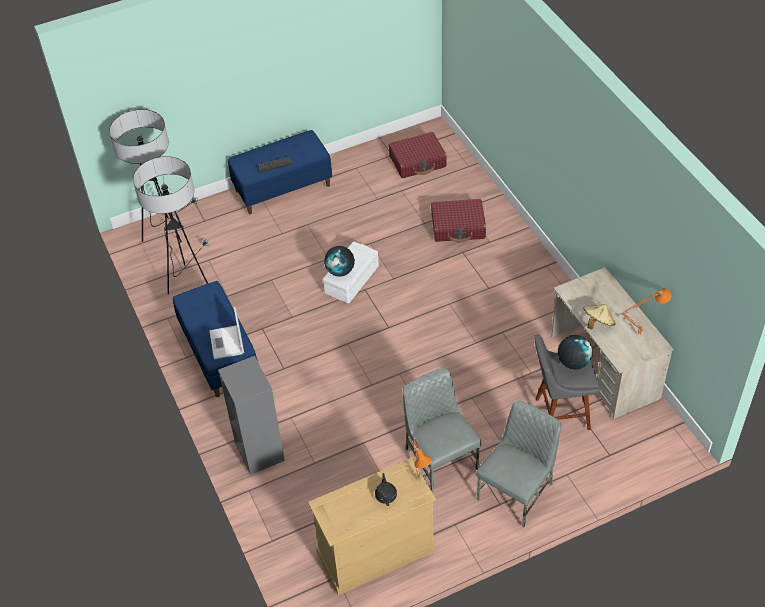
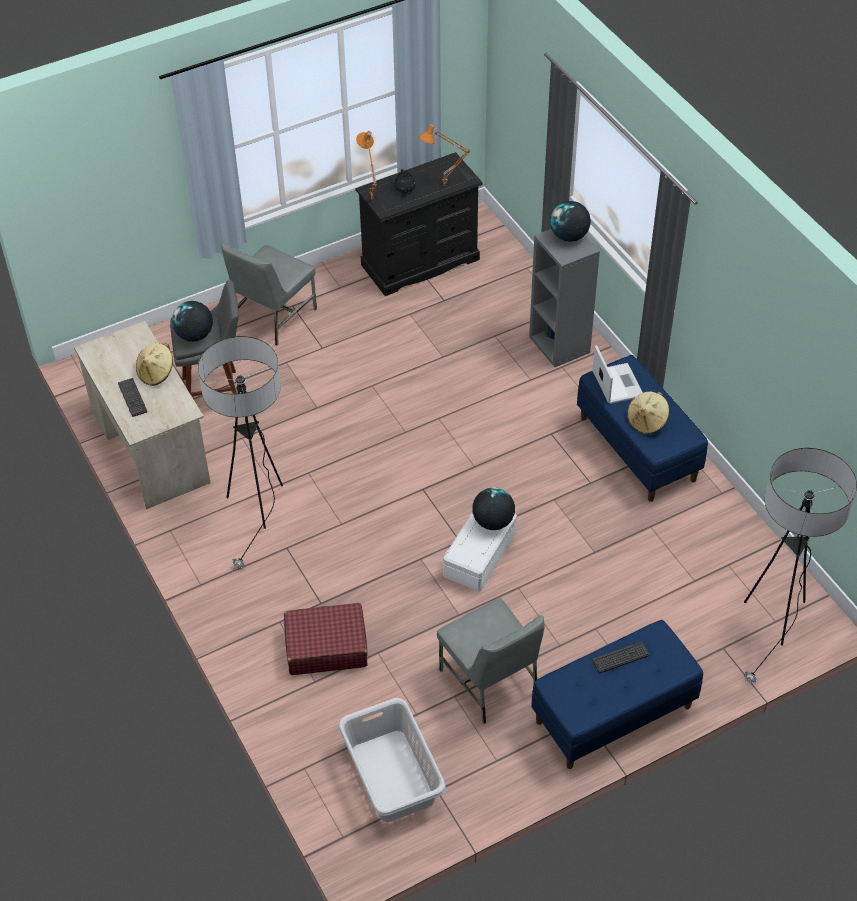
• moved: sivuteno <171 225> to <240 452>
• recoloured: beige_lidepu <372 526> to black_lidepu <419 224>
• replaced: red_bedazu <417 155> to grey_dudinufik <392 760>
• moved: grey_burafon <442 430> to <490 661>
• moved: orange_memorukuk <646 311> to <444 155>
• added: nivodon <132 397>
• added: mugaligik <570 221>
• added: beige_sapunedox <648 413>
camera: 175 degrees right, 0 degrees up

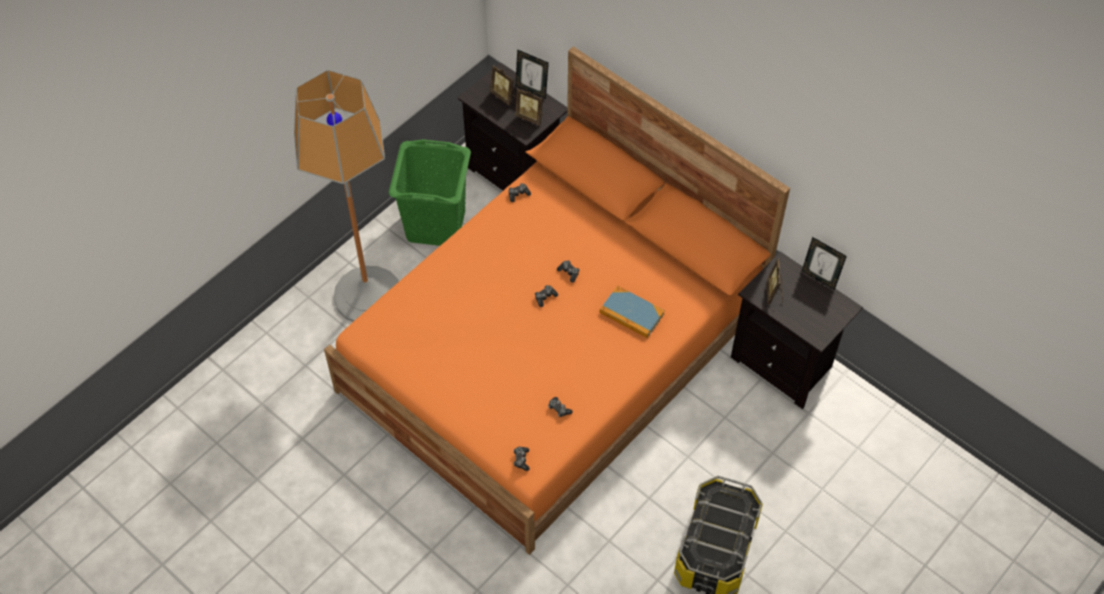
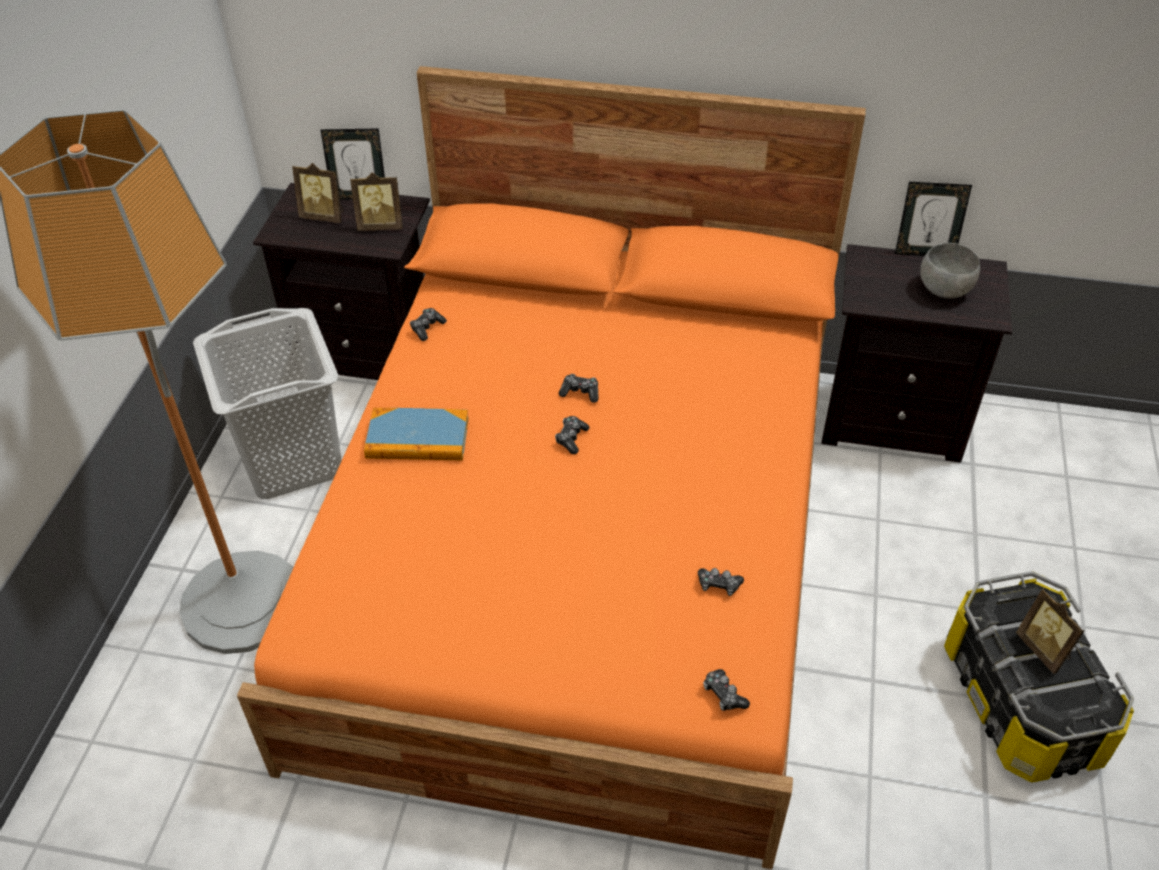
• recoloured: green_dudinufik <430 192> to grey_dudinufik <267 403>
• moved: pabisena <632 312> to <416 434>
• moved: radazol <775 281> to <1050 631>
• added: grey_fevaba <950 270>
camera: 30 degrees left, 10 degrees down

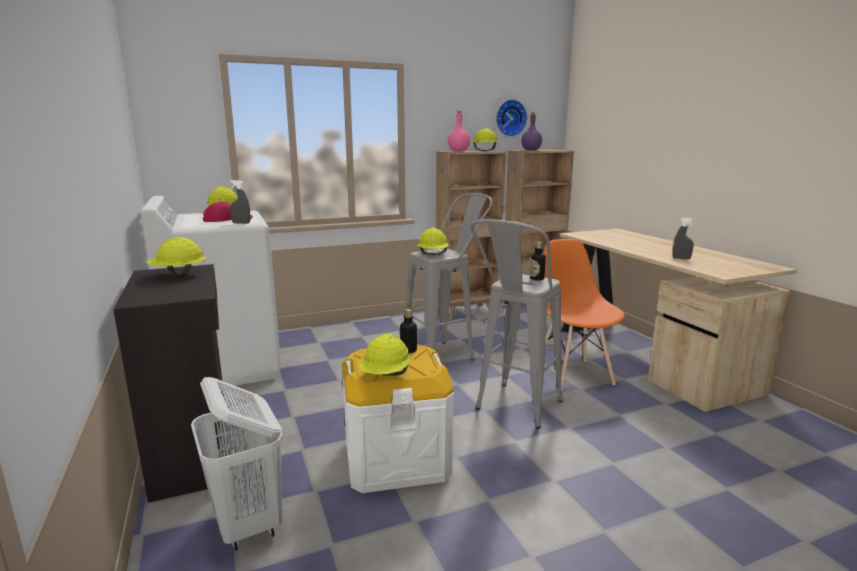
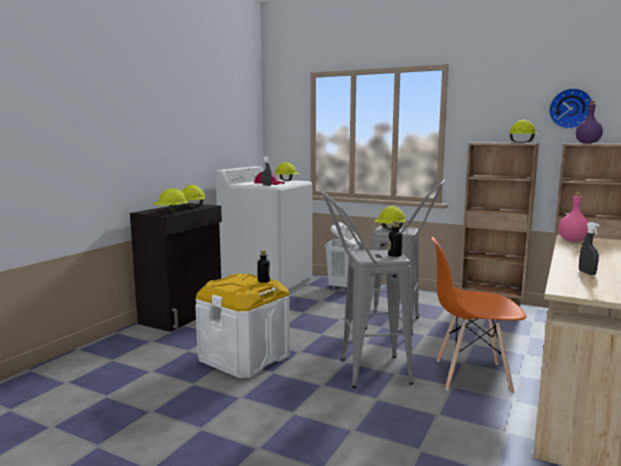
• moved: white_dudinufik <237 463> to <343 256>
• moved: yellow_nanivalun <385 355> to <170 200>
• moved: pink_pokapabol <459 131> to <574 217>
• turned: orange_burafon <584 314> = <478 315> 120 degrees counterclockwise
camera: 50 degrees right, 5 degrees down

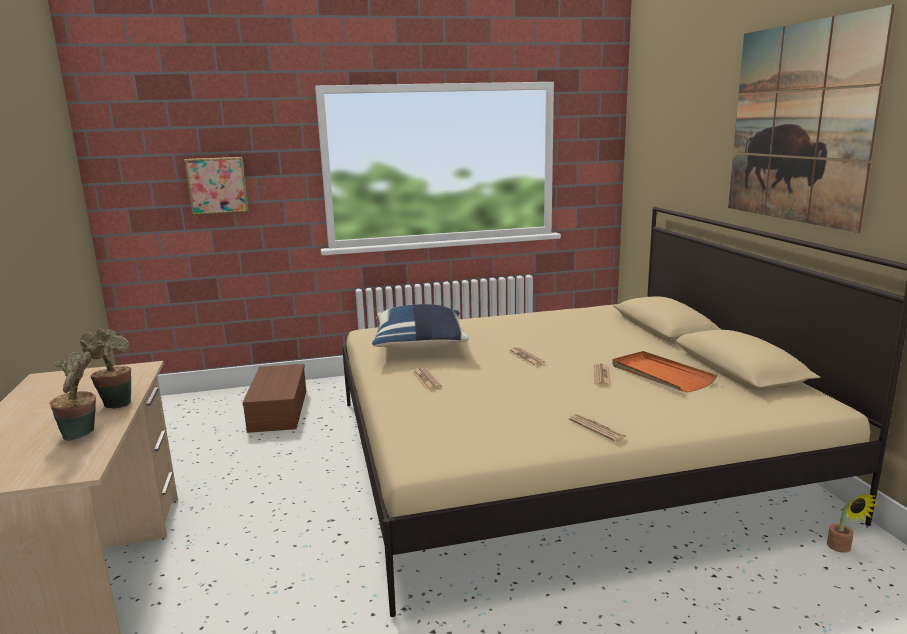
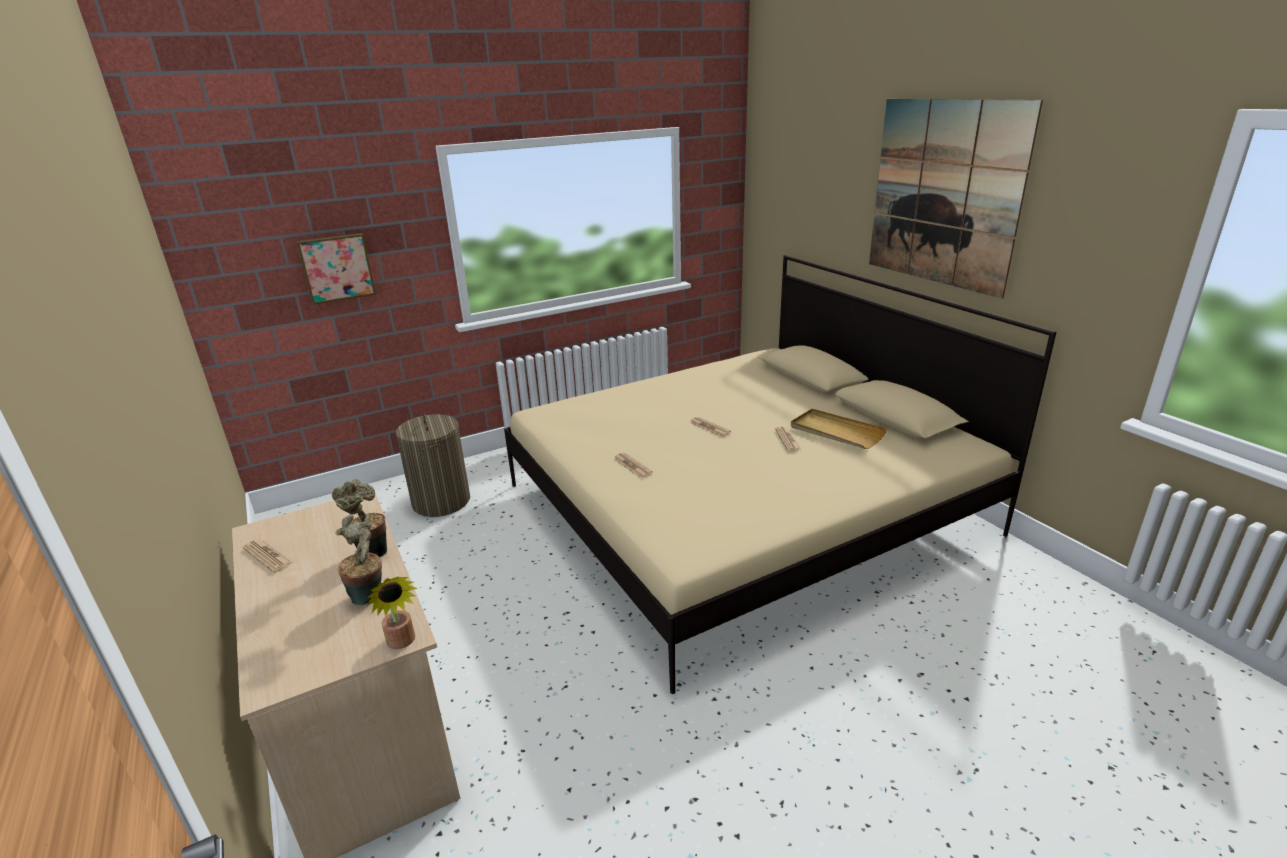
• replaced: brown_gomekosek <274 398> to dudinufik <433 465>
• removed: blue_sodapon <420 327>
• moved: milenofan <597 428> to <267 556>
• recoloured: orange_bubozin <664 372> to beige_bubozin <839 429>
• moved: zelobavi <853 523> to <392 612>
camera: 15 degrees left, 10 degrees up

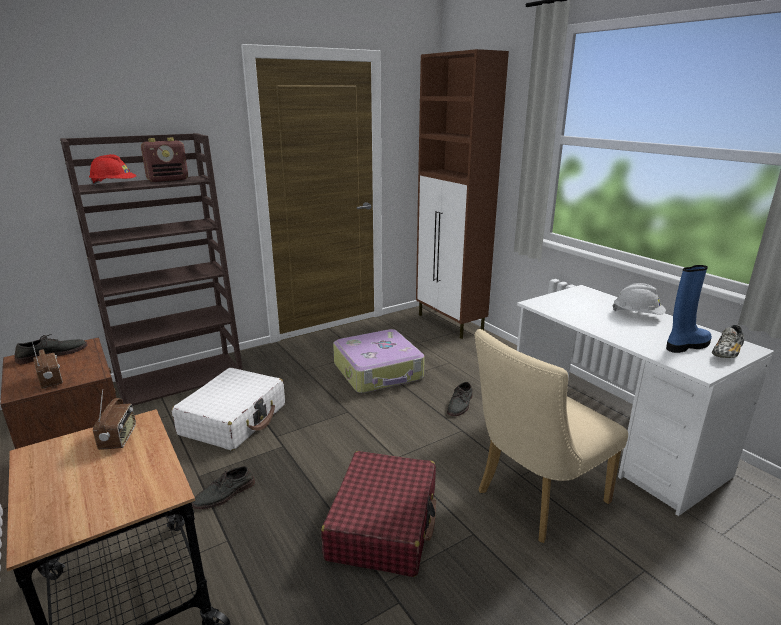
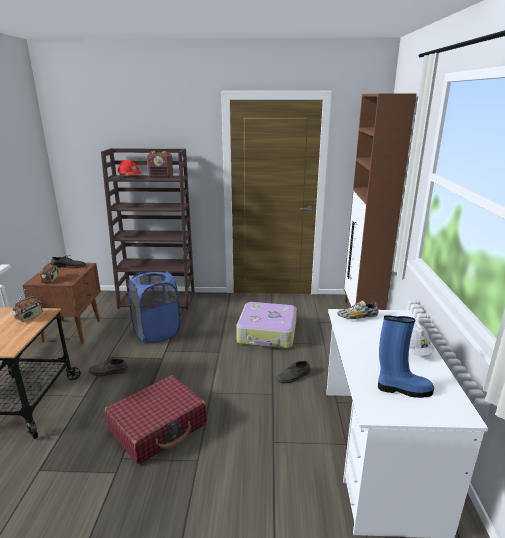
• replaced: white_bedazu <228 409> to blue_dudinufik <154 306>
• removed: beige_burafon <551 436>
• moved: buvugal <728 341> to <358 309>
camera: 35 degrees right, 0 degrees up

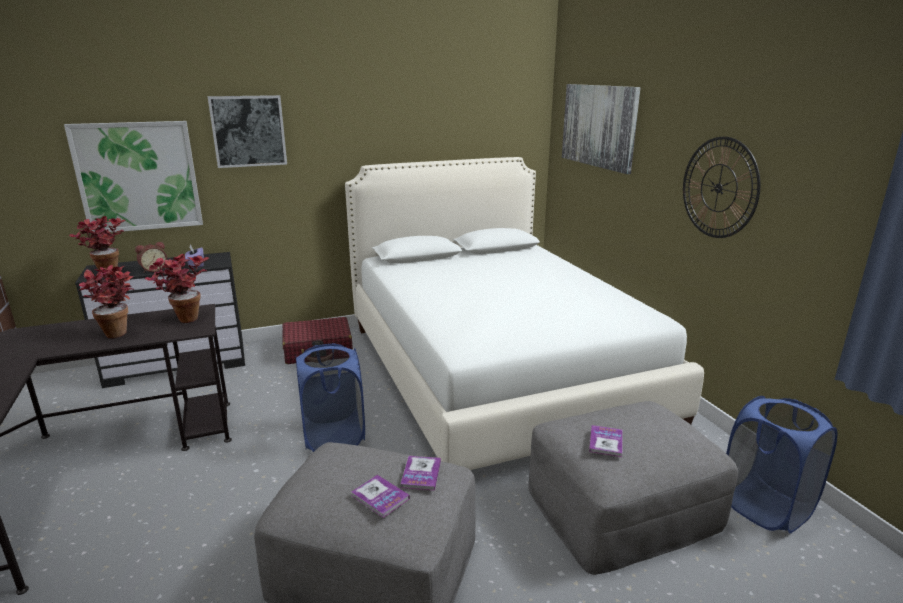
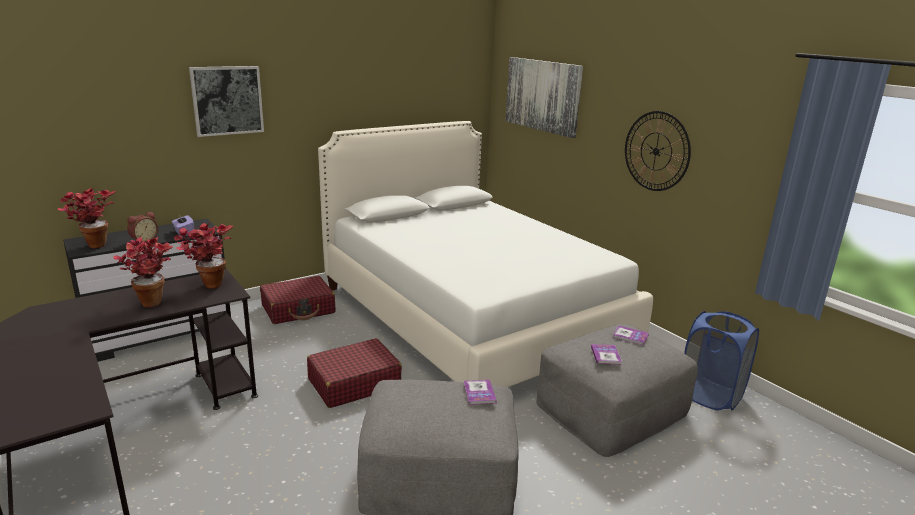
• removed: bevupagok <133 177>
• replaced: blue_dudinufik <330 397> to red_bedazu <354 373>
• moved: pabisena <380 496> to <631 335>
camera: 15 degrees left, 0 degrees up

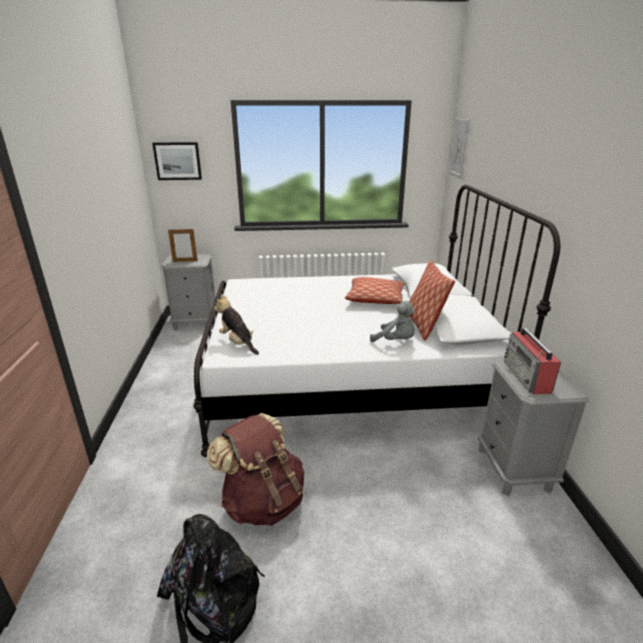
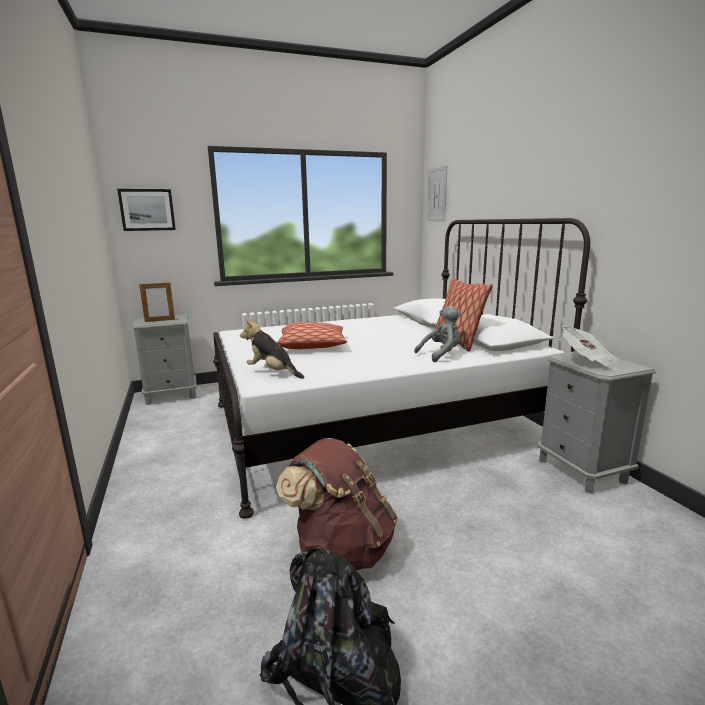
• moved: sodapon <374 290> to <312 335>
• turned: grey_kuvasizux <392 321> = <437 334> 45 degrees counterclockwise
• replaced: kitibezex <532 361> to milenofan <590 348>
camera: 15 degrees left, 10 degrees down

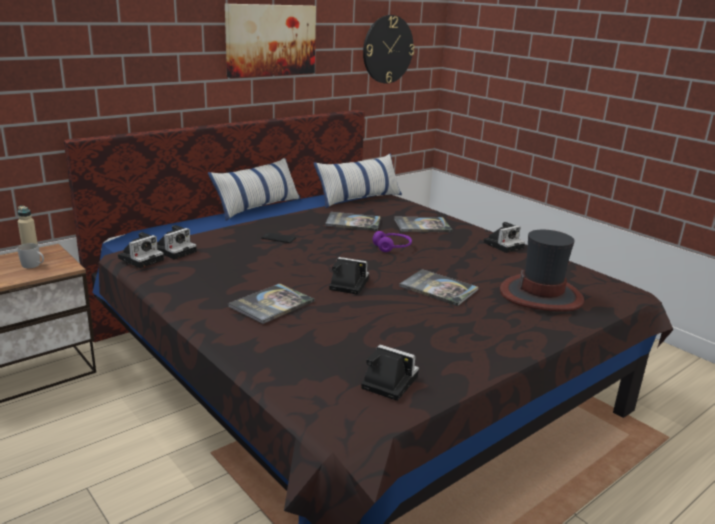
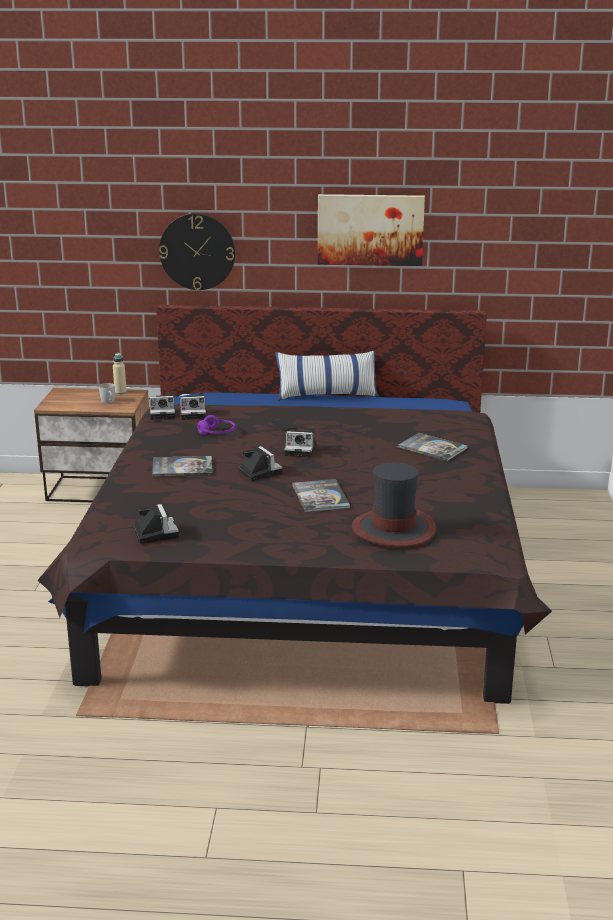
• removed: sodapon <358 181>
• removed: pabisena <353 221>
• moved: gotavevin <389 49> to <197 252>
• moved: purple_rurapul <392 241> to <216 425>
• moved: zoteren <504 237> to <300 442>
camera: 45 degrees right, 0 degrees up

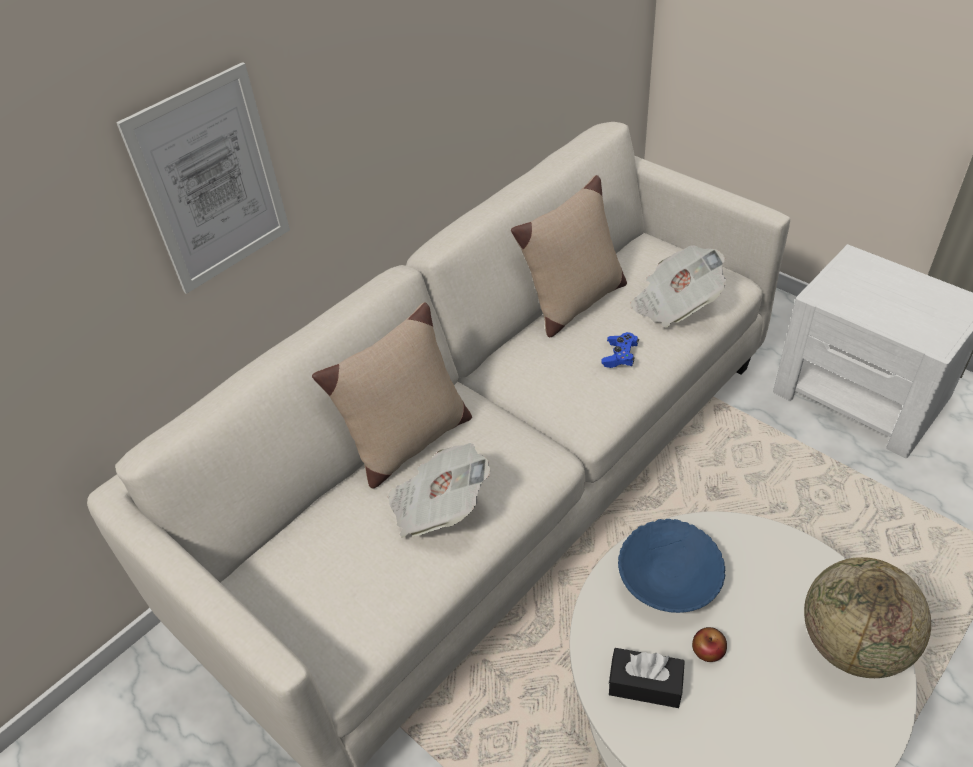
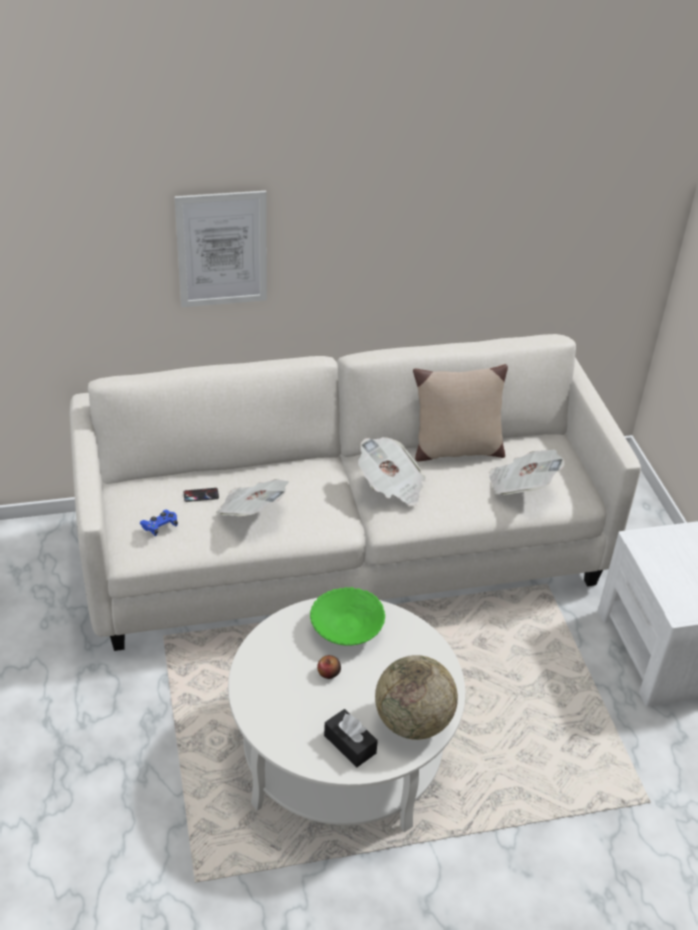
• removed: beige_sodapon <392 395>
• moved: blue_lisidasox <620 350> to <159 523>
• moved: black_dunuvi <647 678> to <351 738>
• recoloured: blue_fevaba <671 566> to green_fevaba <347 616>
• added: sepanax <201 495>
• added: milenofan <392 471>
camera: 30 degrees right, 5 degrees down

